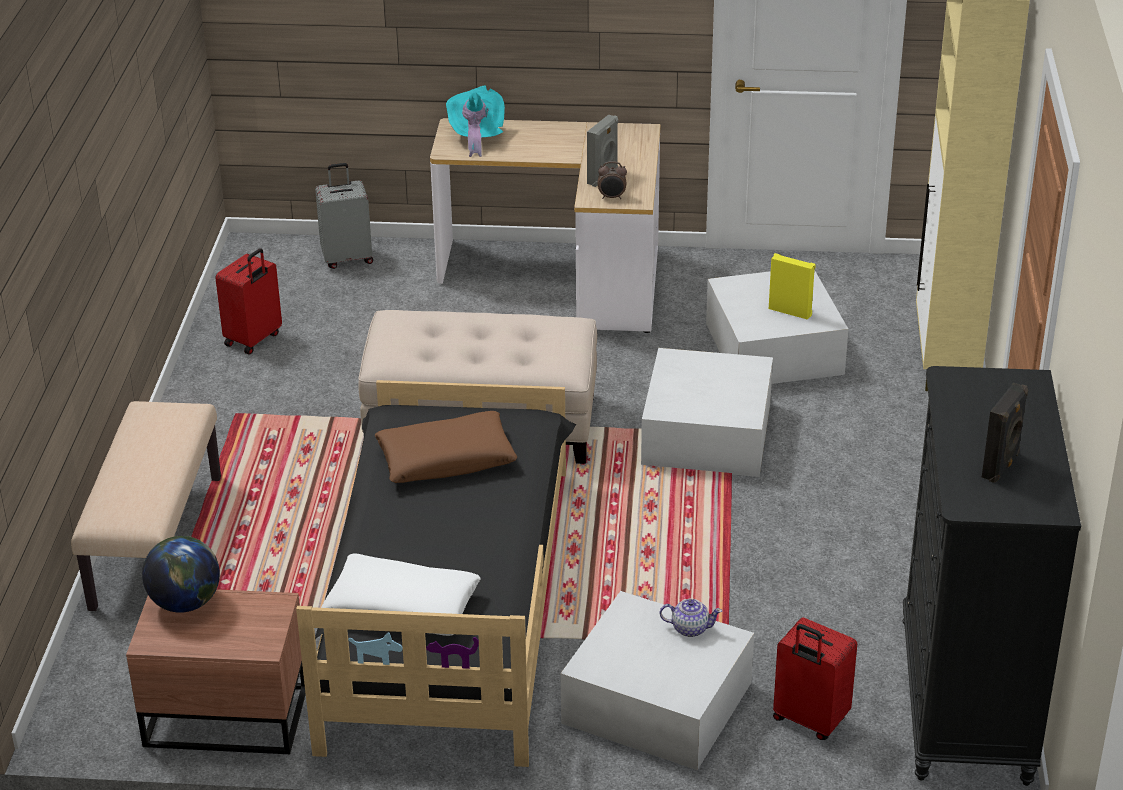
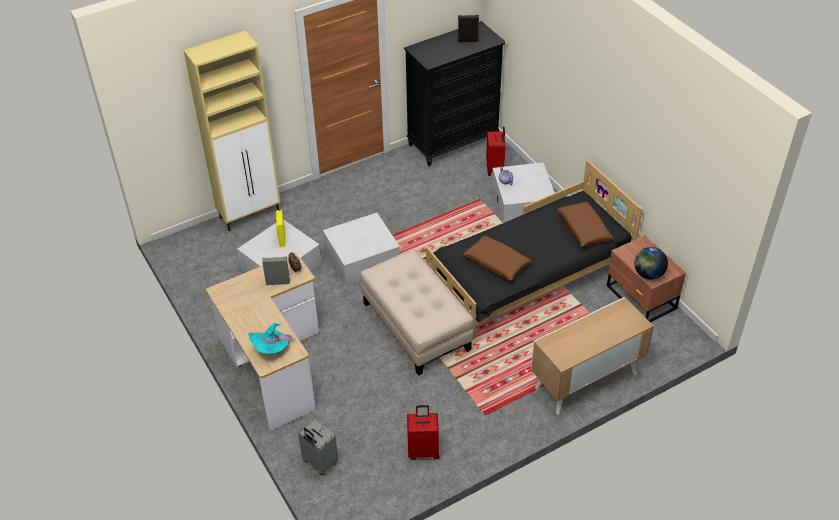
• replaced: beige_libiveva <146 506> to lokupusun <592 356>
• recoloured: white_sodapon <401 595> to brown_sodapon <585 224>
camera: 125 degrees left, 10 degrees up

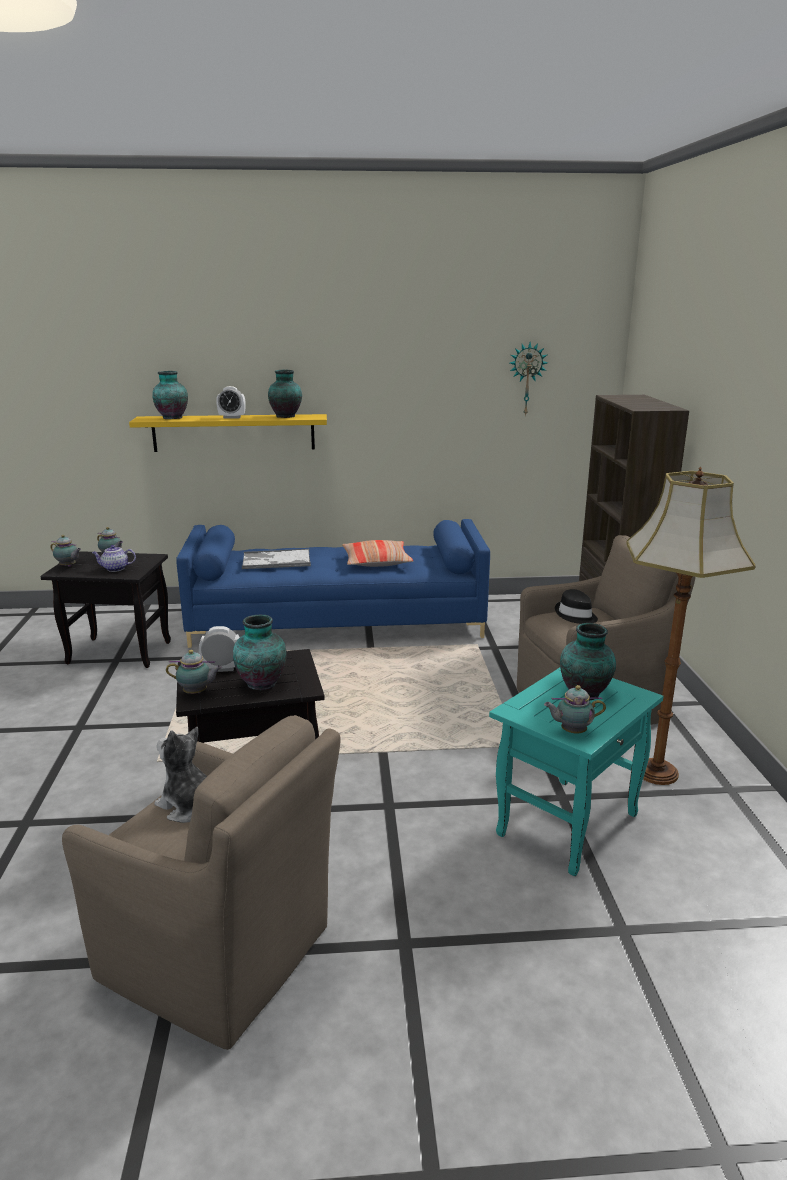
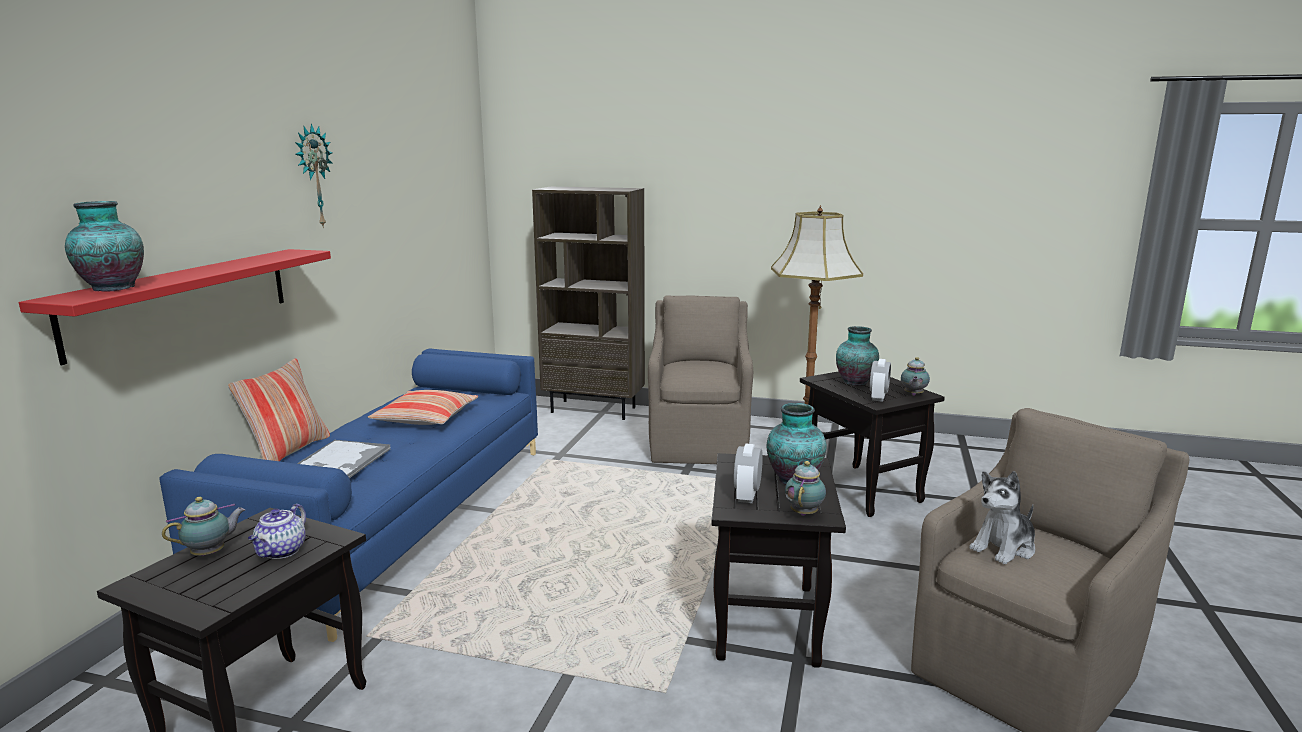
• removed: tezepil <65 551>
• recoloured: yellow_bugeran <228 433> to red_bugeran <175 307>
• moved: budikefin <230 402> to <880 380>
• removed: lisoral <285 394>
• recoloured: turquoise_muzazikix <576 771> to black_muzazikix <872 444>
• moved: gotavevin <529 379> to <314 175>
• removed: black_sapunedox <576 606>
• added: sodapon <279 409>
camera: 70 degrees left, 5 degrees down

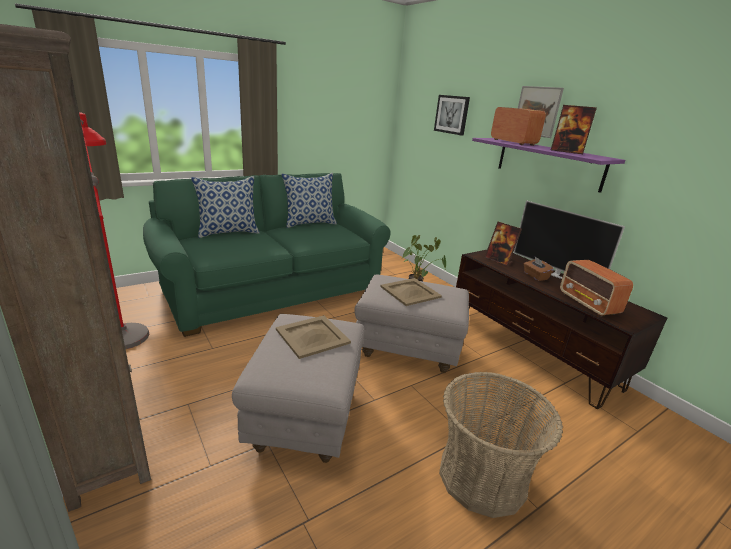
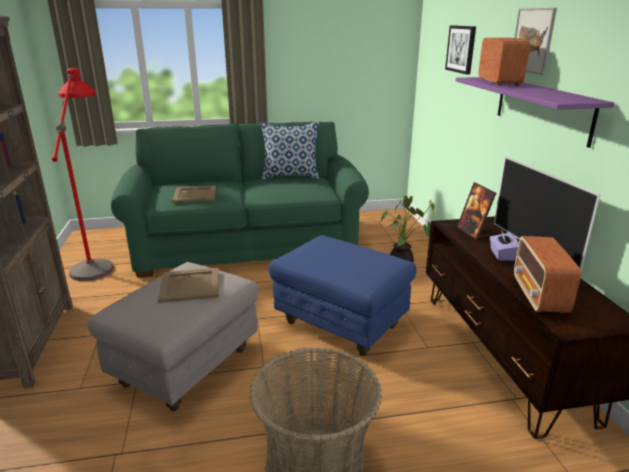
• removed: sodapon <225 207>
• recoloured: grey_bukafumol <412 323> to blue_bukafumol <343 295>
• moved: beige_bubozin <411 292> to <194 194>
• recoloured: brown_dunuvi <539 269> to purple_dunuvi <504 245>
• removed: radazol <574 129>
camera: 25 degrees right, 0 degrees up

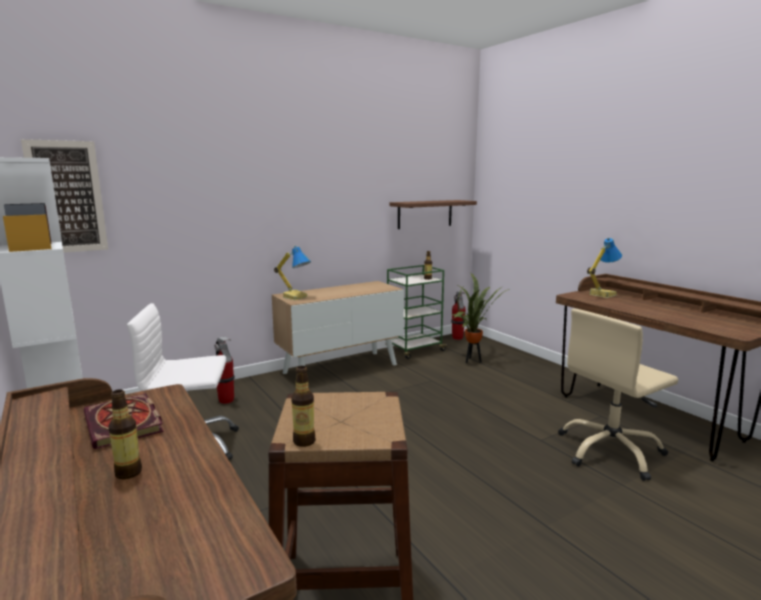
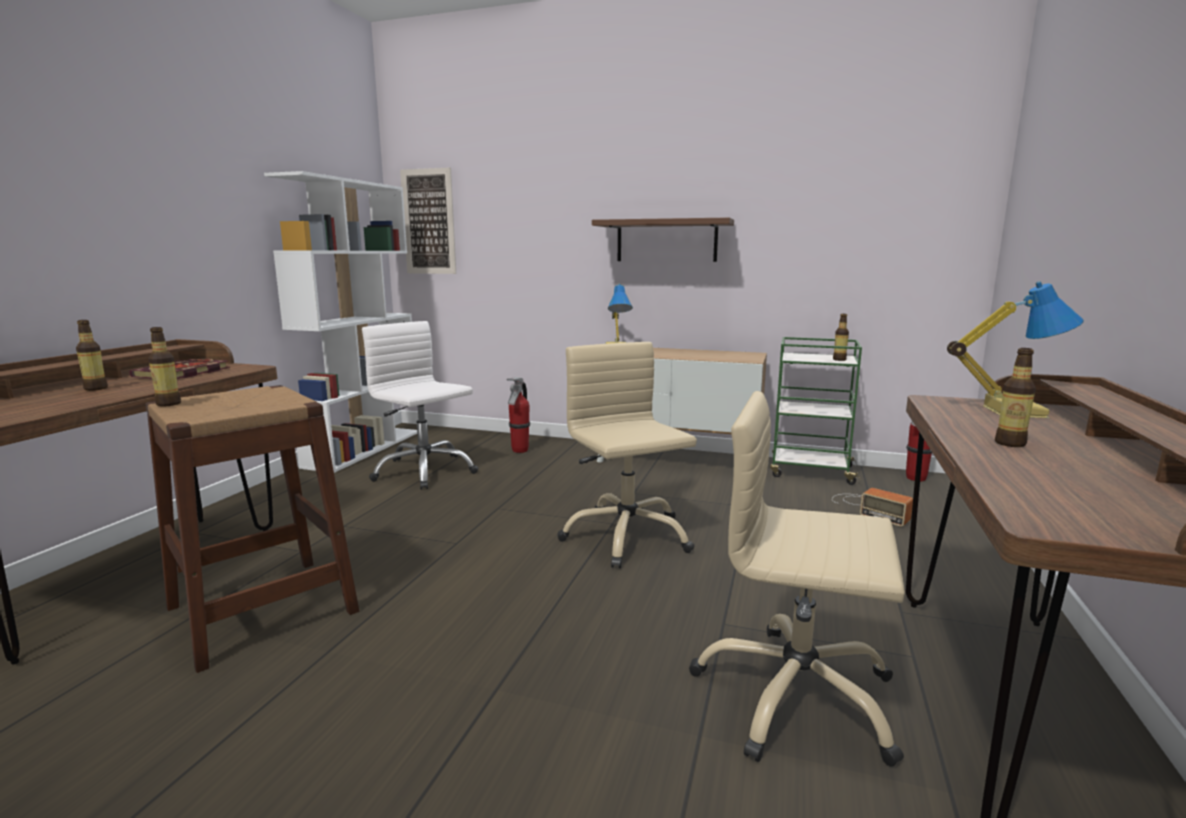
• moved: brown_bugeran <433 214> to <663 239>
• replaced: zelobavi <481 318> to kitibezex <872 507>
• added: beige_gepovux <627 455>
• added: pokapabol <1015 397>
camera: 50 degrees right, 0 degrees up

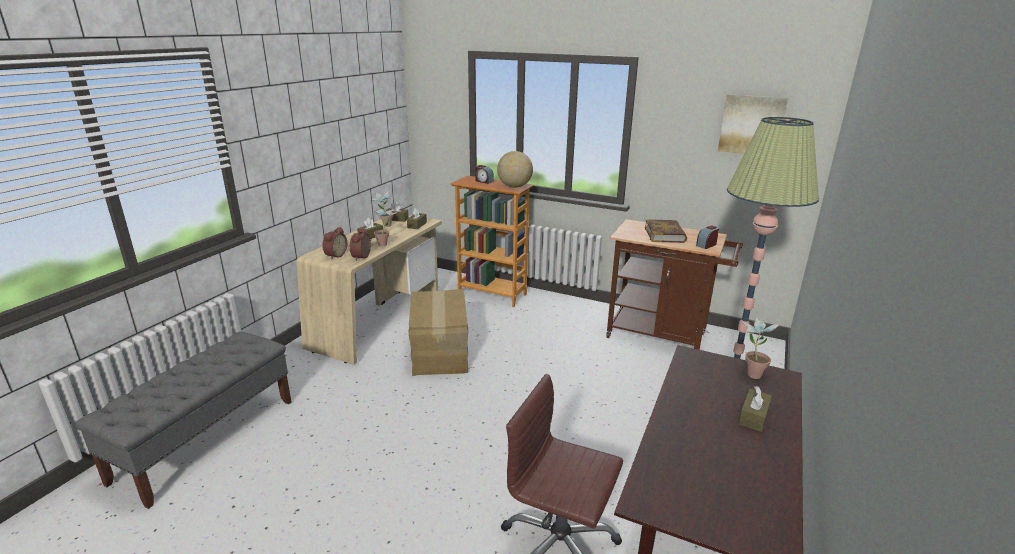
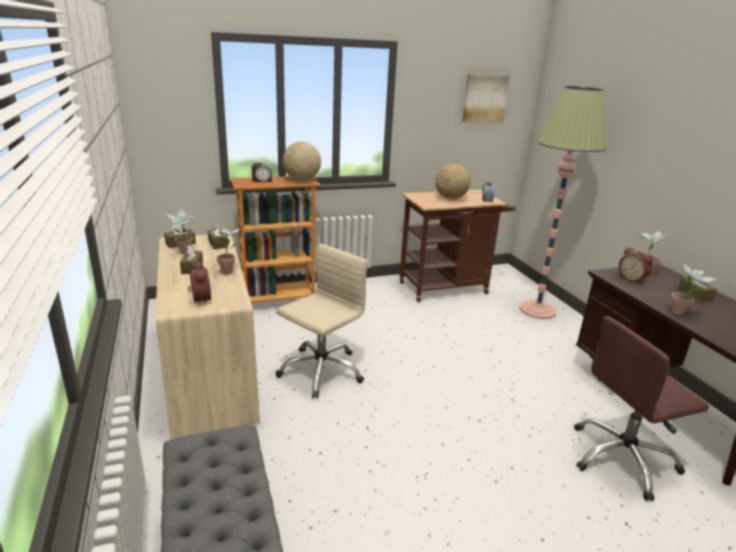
• moved: budikefin <361 244> to <636 265>
• replaced: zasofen <438 332> to beige_gepovux <322 321>
• replaced: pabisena <666 231> to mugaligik <453 181>
• added: zelobavi <694 289>
camera: 45 degrees left, 0 degrees up

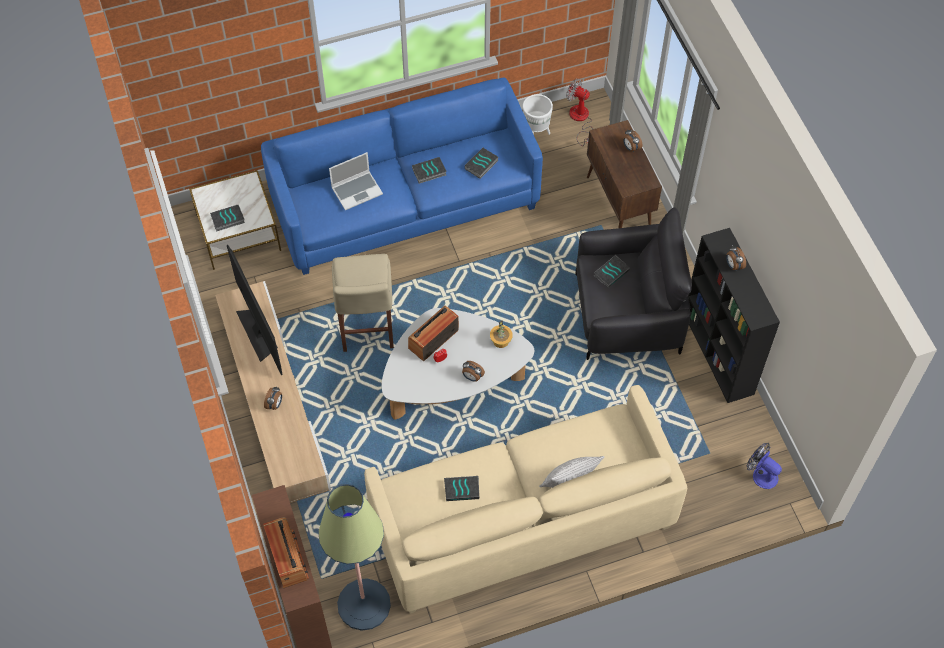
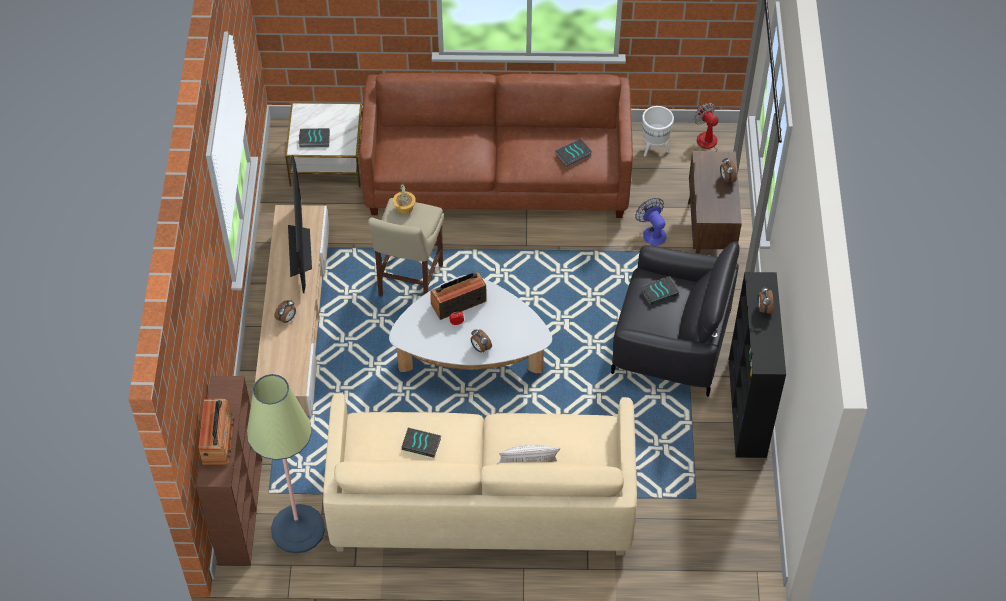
• recoloured: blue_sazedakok <402 176> to brown_sazedakok <496 145>
• removed: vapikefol <356 181>
• removed: pabisena <429 170>
• moved: zelobavi <501 334> to <404 199>
• moved: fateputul <764 466> to <651 222>
camera: 20 degrees right, 5 degrees down

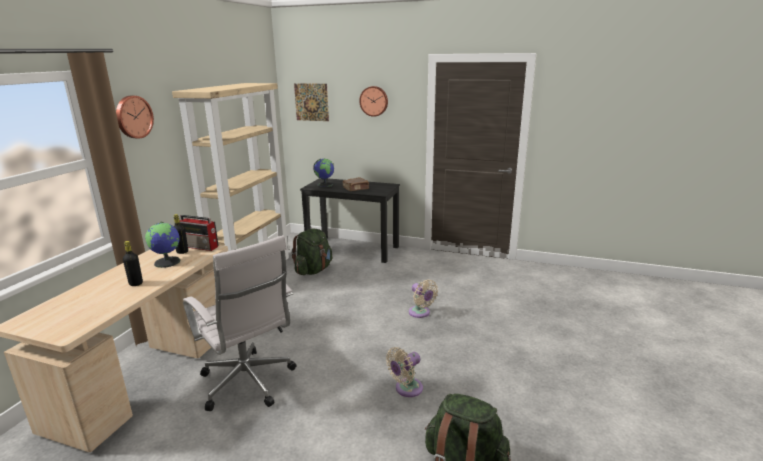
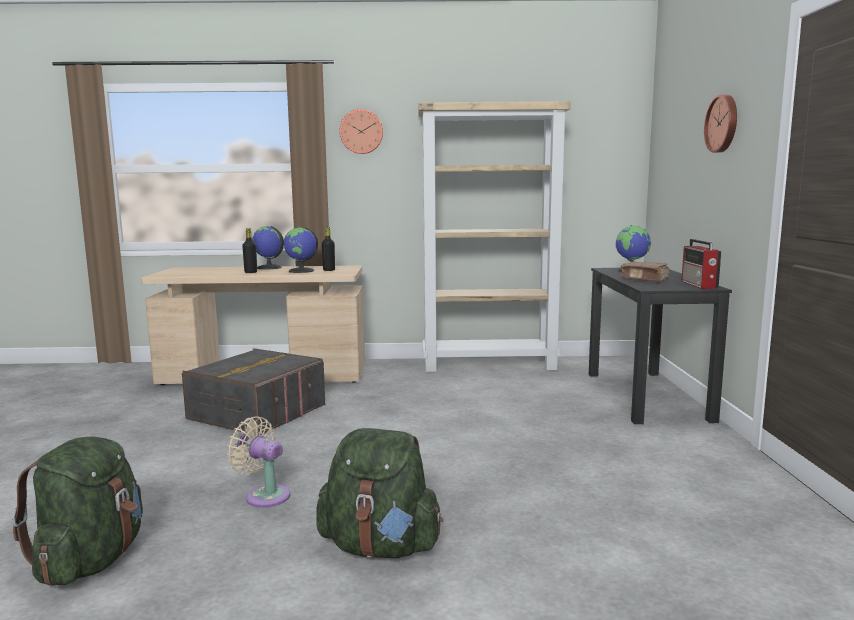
• moved: kitibezex <199 233> to <701 264>
• replaced: white_gepovux <240 323> to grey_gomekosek <253 391>
• moved: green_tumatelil <311 251> to <379 493>
• removed: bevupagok <311 102>
• removed: beige_fateputul <423 299>
• added: mugaligik <268 248>
camera: 70 degrees right, 10 degrees down

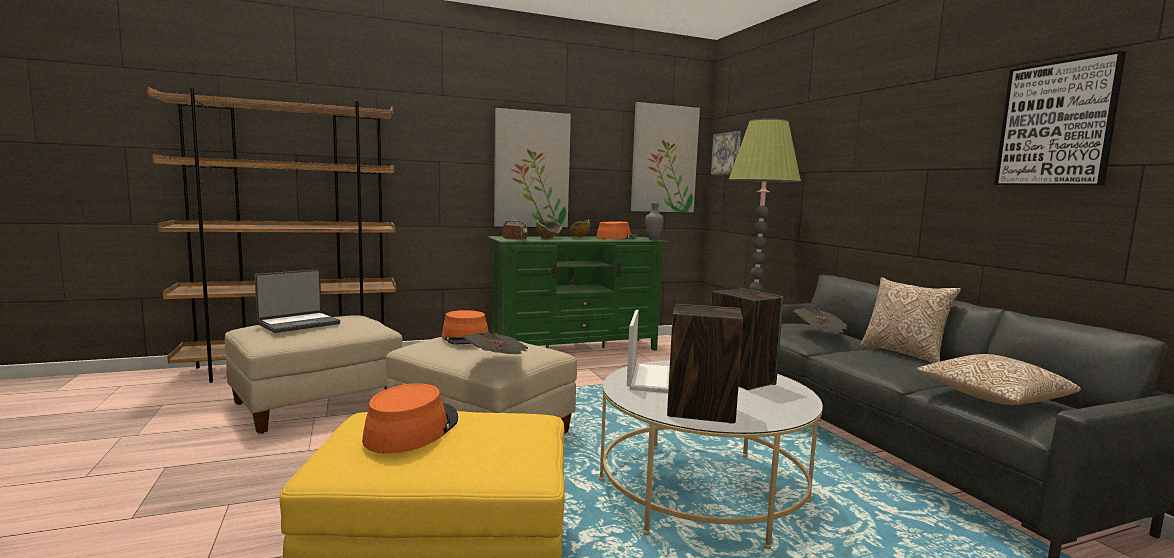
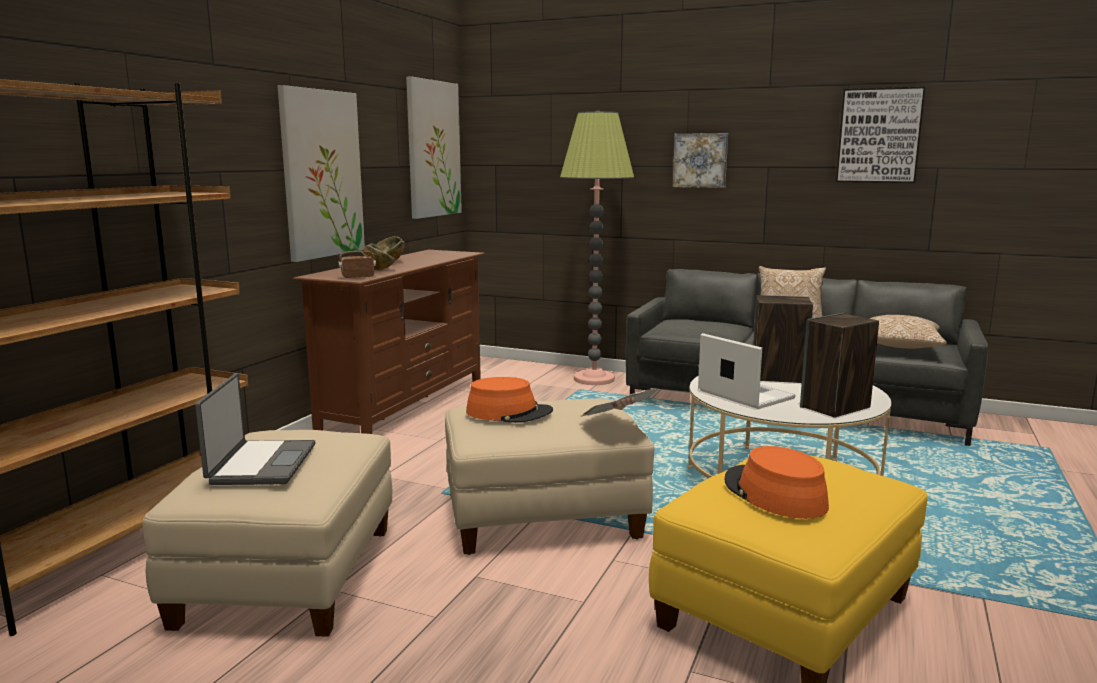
• recoloured: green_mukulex <578 293> to brown_mukulex <388 342>
• removed: orange_sapunedox <617 230>
• removed: grey_lisoral <654 221>
• moved: bevupagok <726 153> to <700 160>
• removed: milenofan <820 320>
camera: 45 degrees left, 5 degrees up

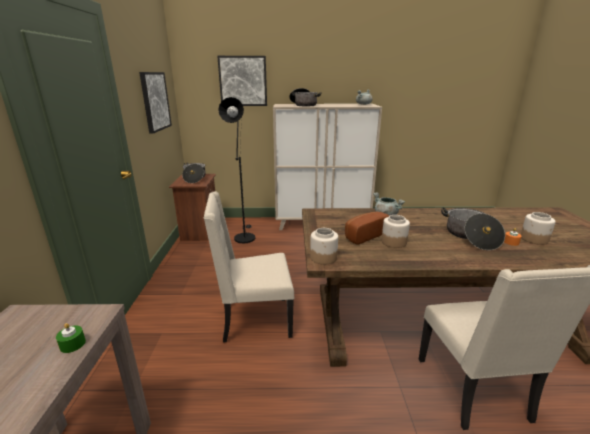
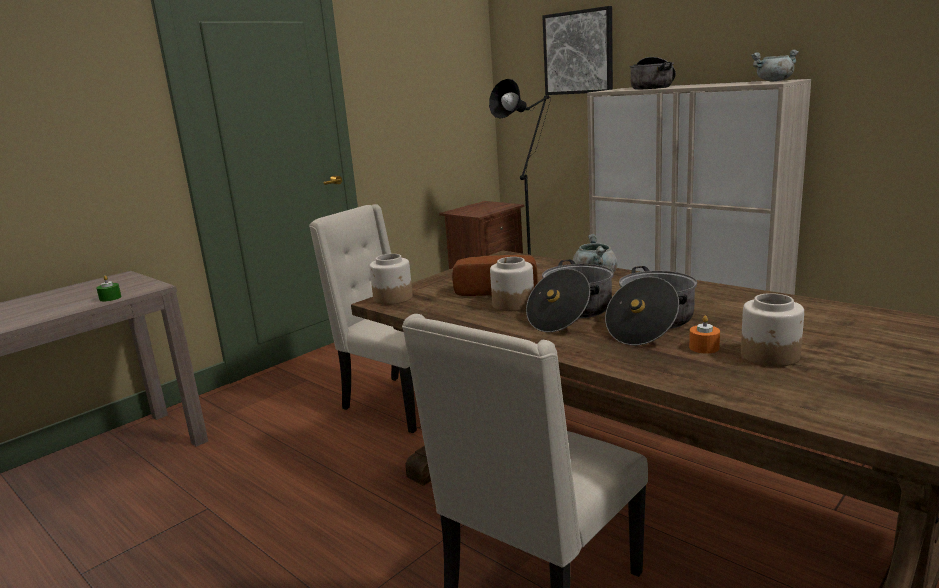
• removed: bevupagok <155 103>
• moved: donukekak <194 173> to <570 295>
camera: 45 degrees right, 5 degrees down

